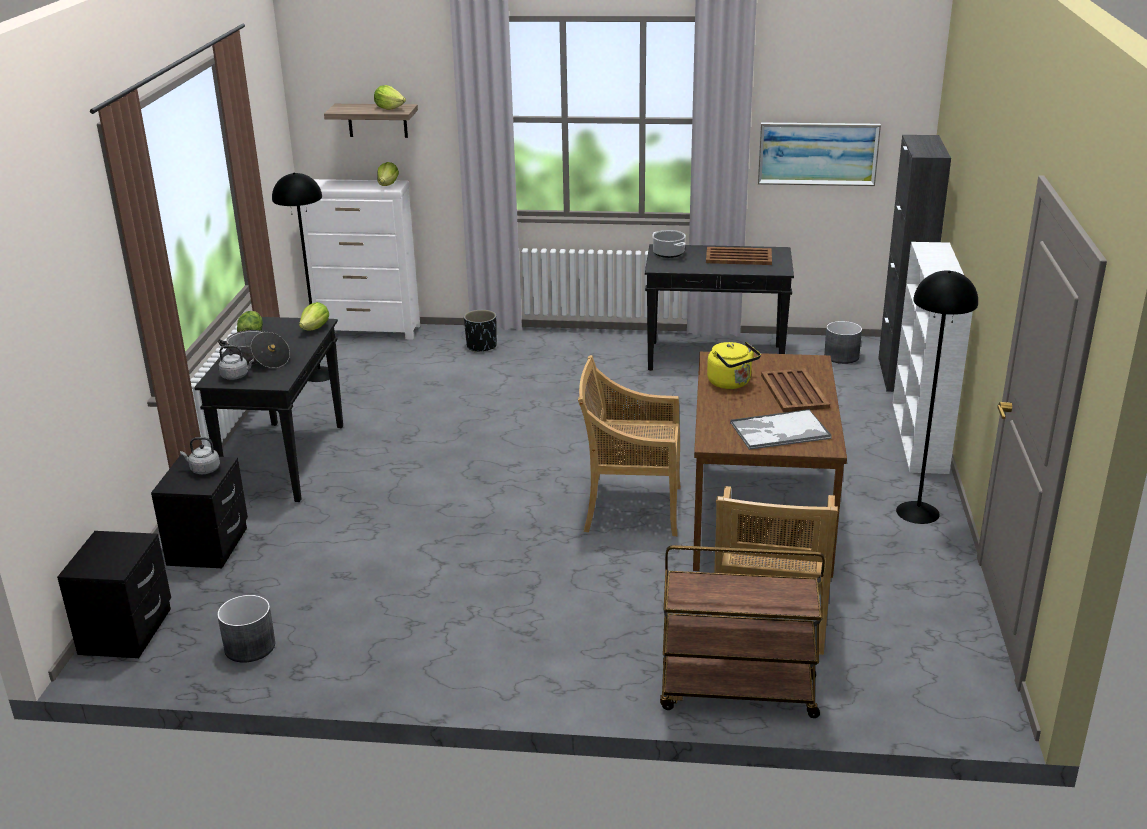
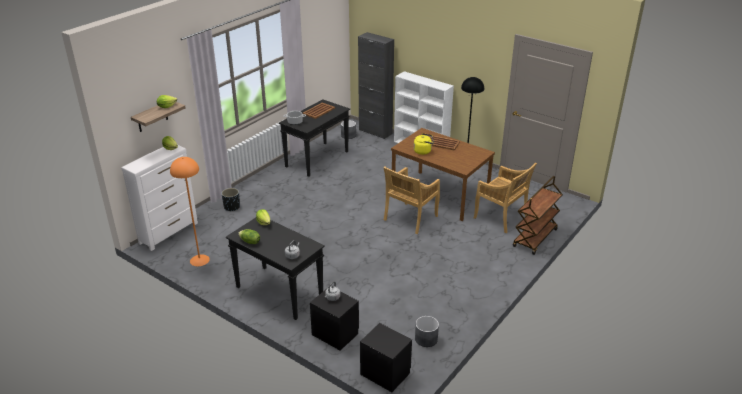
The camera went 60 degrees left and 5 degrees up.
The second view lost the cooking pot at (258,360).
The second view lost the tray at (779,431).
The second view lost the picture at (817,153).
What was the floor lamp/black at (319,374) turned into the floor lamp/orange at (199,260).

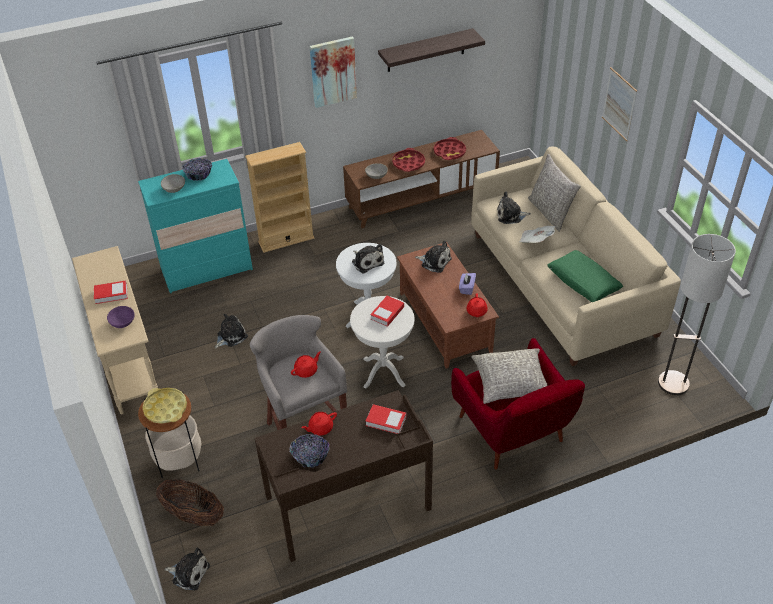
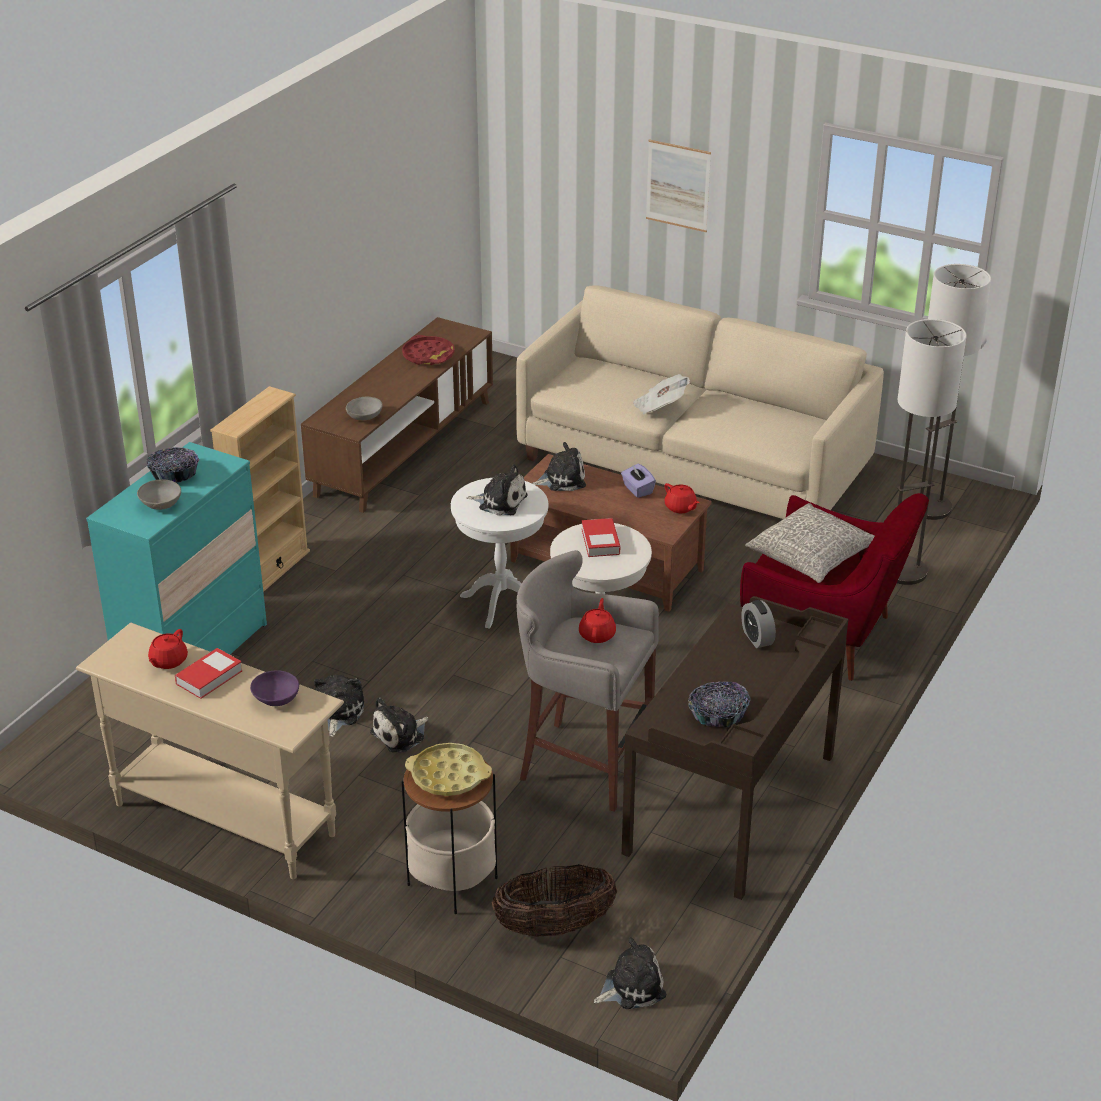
The camera went 40 degrees left and 10 degrees down.
The second view lost the picture at (333,71).
The second view lost the shelf at (426,50).
The second view lost the tray/red at (408,163).
The second view lost the pillow/grey at (550,212).
The second view lost the pillow/green at (583,282).
The second view gained the floor lamp at (904,571).
The teapot/red ended up elsewhere, having gone from (320,428) to (168,661).
The plush toy ended up elsewhere, having gone from (510,215) to (400,735).
Where the book stood at (386,421), the alarm clock came to stand at (757,638).

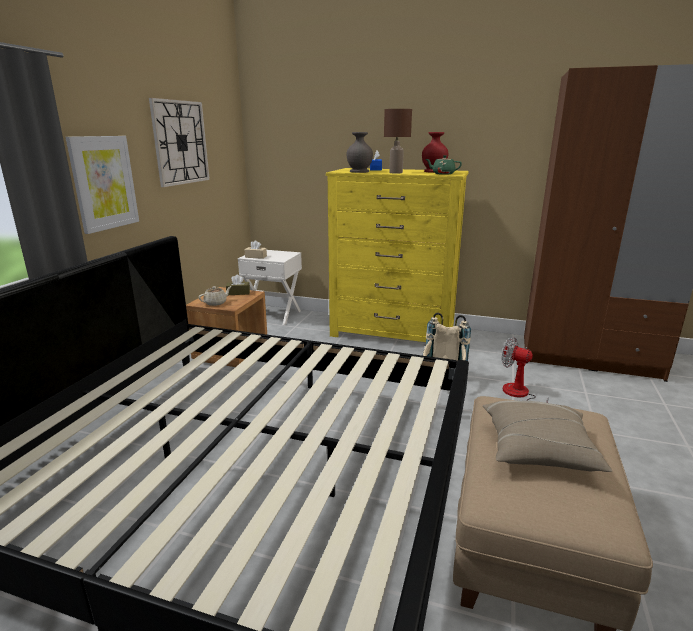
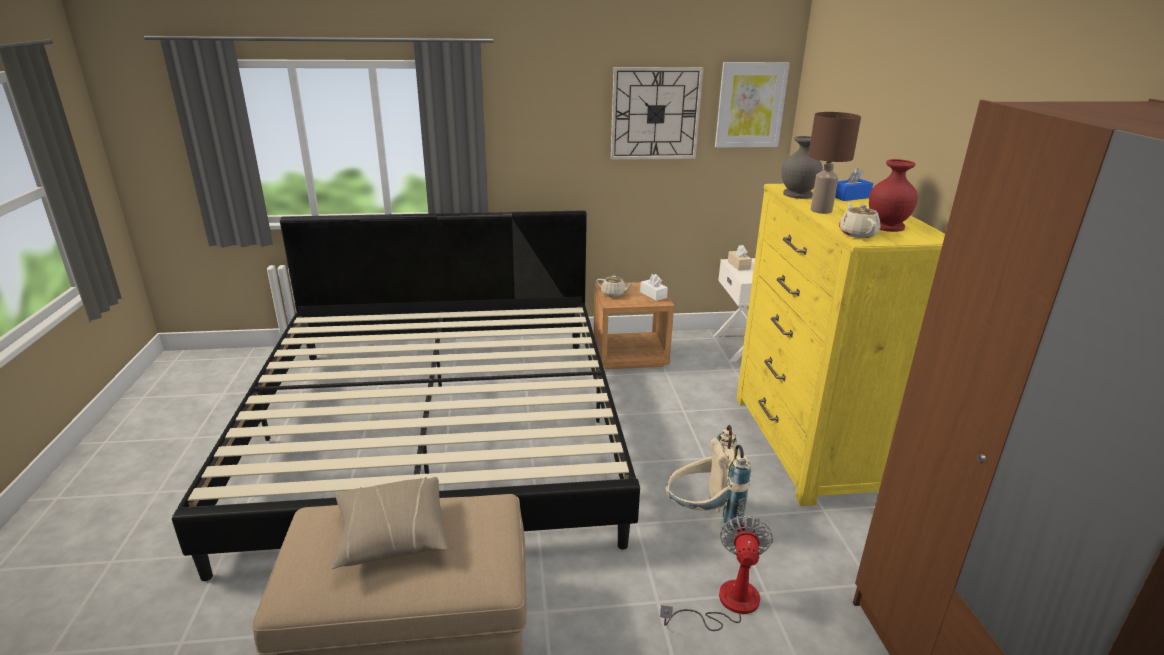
The camera went 65 degrees right and 5 degrees up.
The picture ended up elsewhere, having gone from (104,183) to (750,105).
What was the tissue box/brown at (238,293) turned into the tissue box/white at (653,295).
What was the teapot/green at (442,174) turned into the teapot/beige at (857,234).

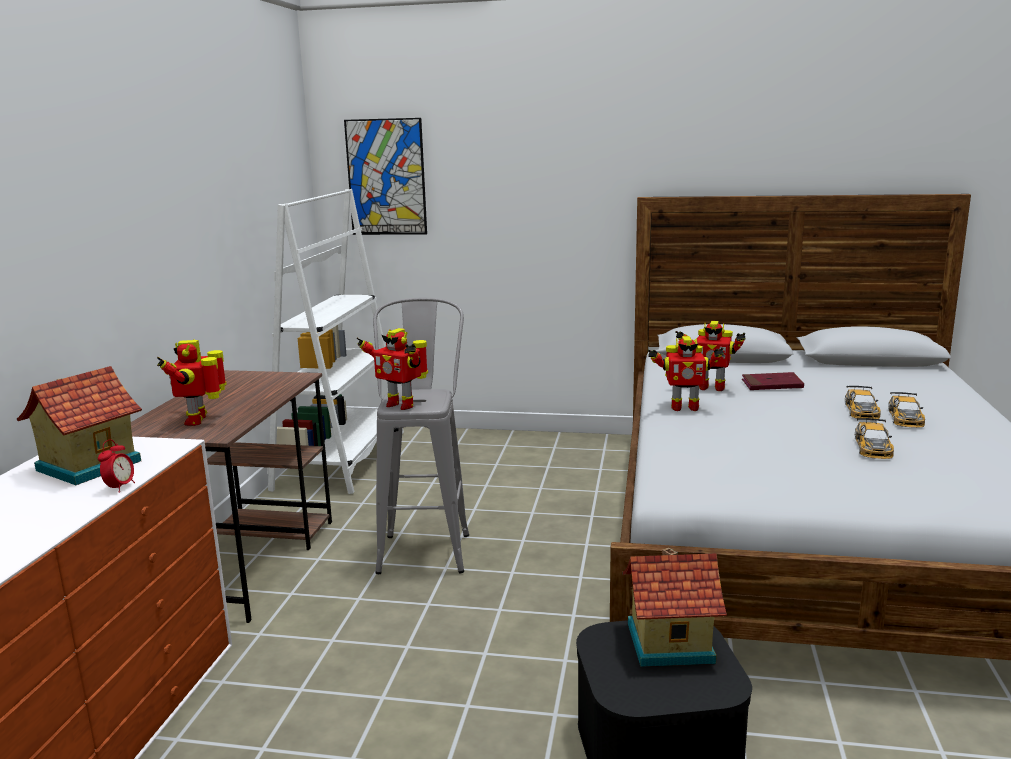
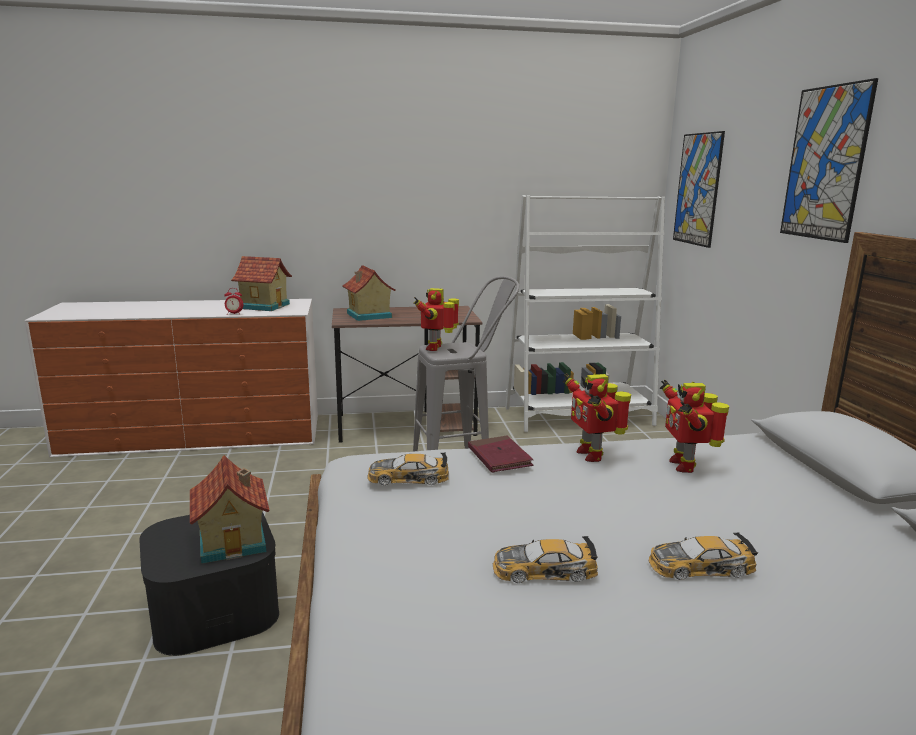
The camera went 70 degrees right and 0 degrees up.
The second view gained the picture at (825,163).
The book/red ended up elsewhere, having gone from (772,384) to (499,457).
The toy car ended up elsewhere, having gone from (905,418) to (408,477).
Where the toy robot stood at (199,420), the toy house came to stand at (368,315).

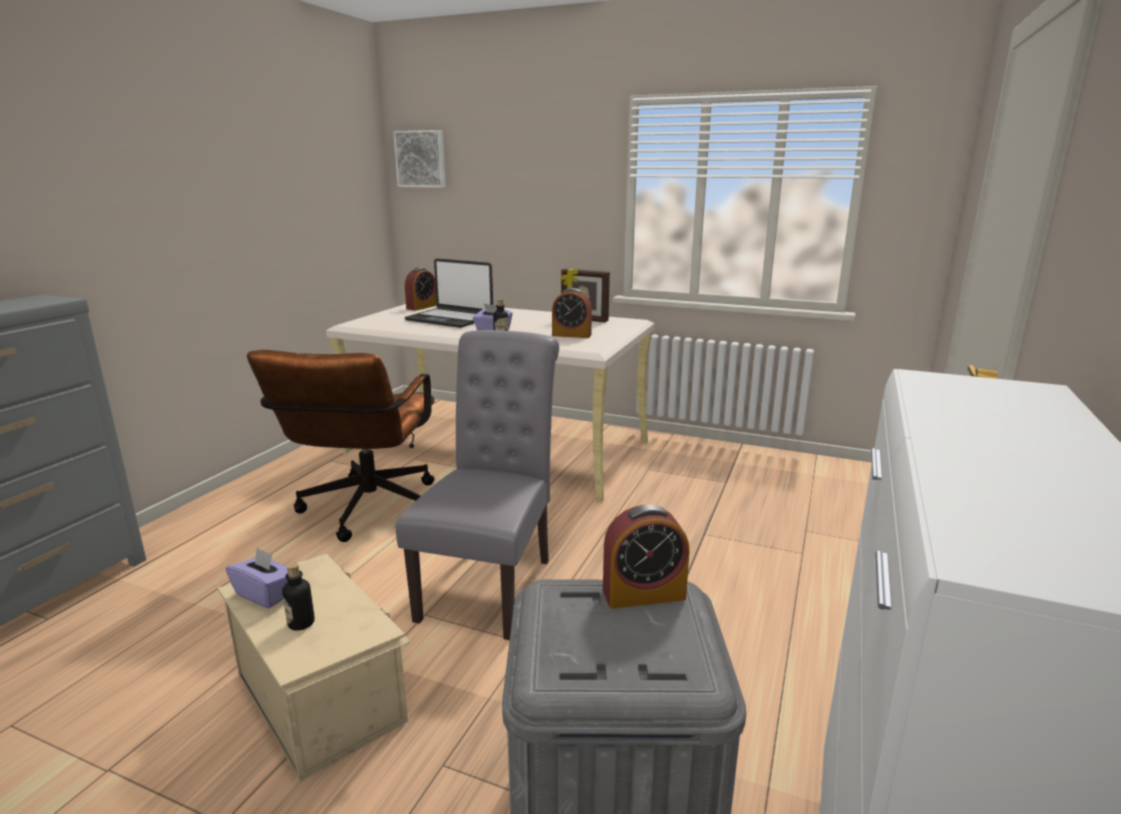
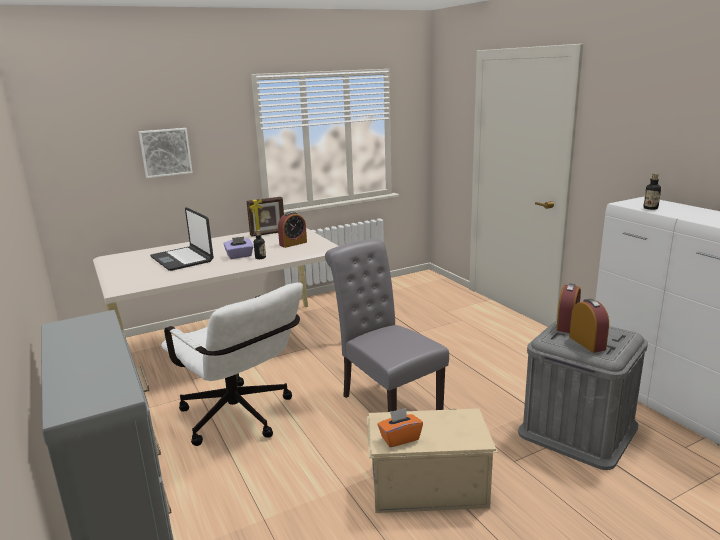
The camera went 50 degrees left and 0 degrees up.
The bottle ended up elsewhere, having gone from (301,623) to (650,208).
The picture ended up elsewhere, having gone from (421,159) to (165,152).
The alarm clock ended up elsewhere, having gone from (422,307) to (587,343).
What was the tissue box/purple at (265,594) turned into the tissue box/orange at (400,438).
What was the office chair/brown at (365,513) turned into the office chair/white at (241,419).
The laptop at (450,319) ended up facing another way, 75 degrees clockwise from before.

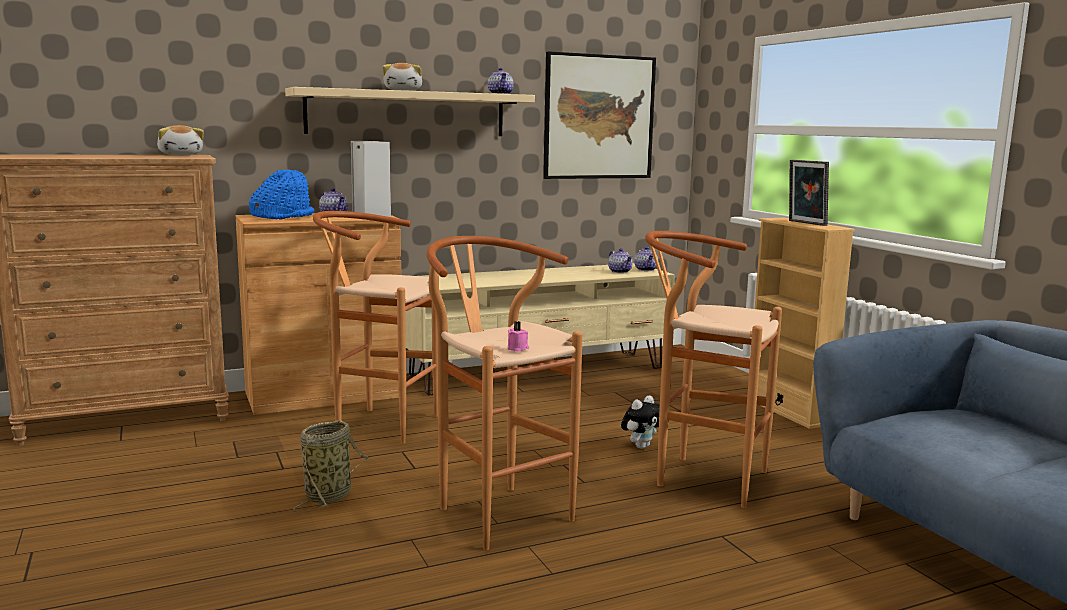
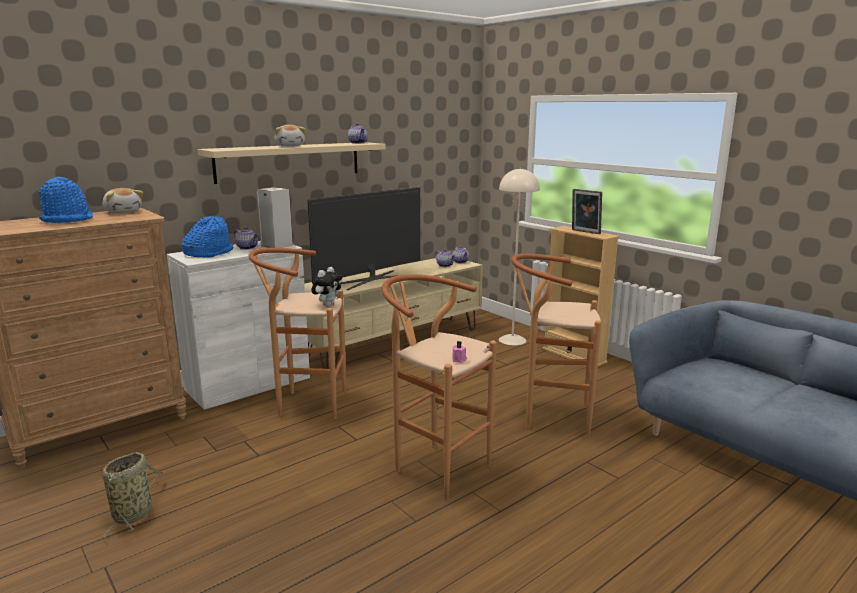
The camera went 15 degrees left and 5 degrees up.
The second view lost the picture at (598,117).
The second view gained the hat/blue at (68,220).
The second view gained the television at (371,280).
The second view gained the floor lamp/beige at (512,340).
The basket ended up elsewhere, having gone from (330,495) to (134,513).
The plush toy ended up elsewhere, having gone from (641,446) to (328,305).
What was the cabinet/brown at (324,395) turned into the cabinet/white at (248,383).

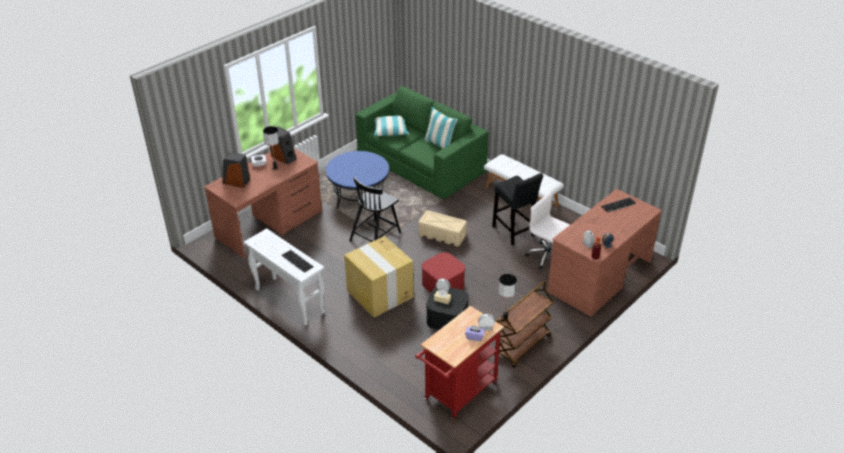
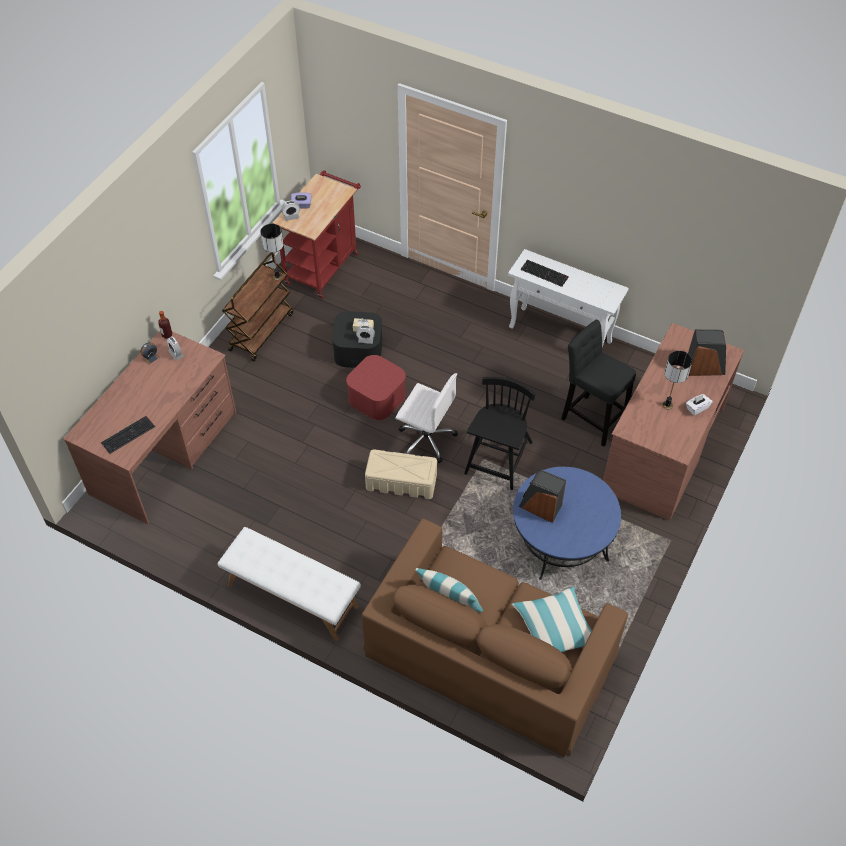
The camera went 165 degrees right and 15 degrees up.
The second view lost the cardboard box at (380,294).
The speaker ended up elsewhere, having gone from (284,157) to (540,506).
The stool/black ended up elsewhere, having gone from (514,232) to (591,419).
The office chair/white ended up elsewhere, having gone from (547,256) to (425,439).
What was the sofa/green at (421,161) turned into the sofa/brown at (490,653).

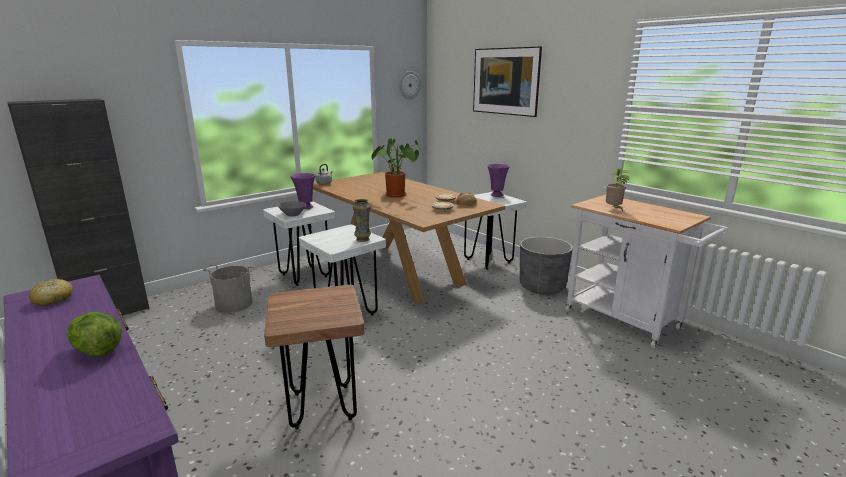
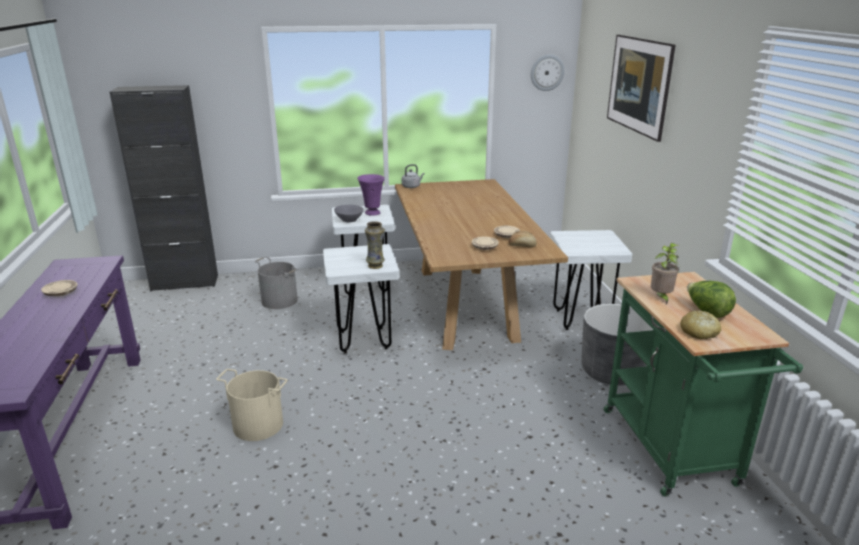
The camera went 30 degrees right and 5 degrees up.
The second view lost the potted plant at (398,195).
The second view lost the vase/purple at (496,195).
The second view gained the plate/beige at (61,293).
The bread ended up elsewhere, having gone from (53,299) to (699,332).
The lettuce ended up elsewhere, having gone from (97,350) to (707,312).
Where the stool/brown stood at (322,406), the bucket/beige came to stand at (258,424).
What was the cart/white at (628,322) turned into the cart/green at (673,452).

